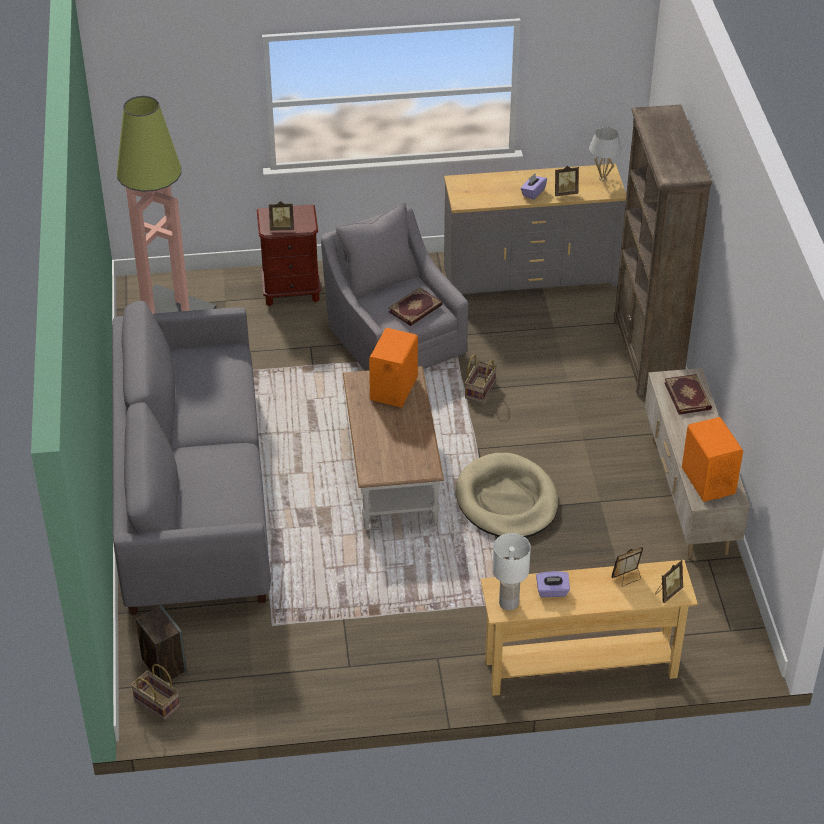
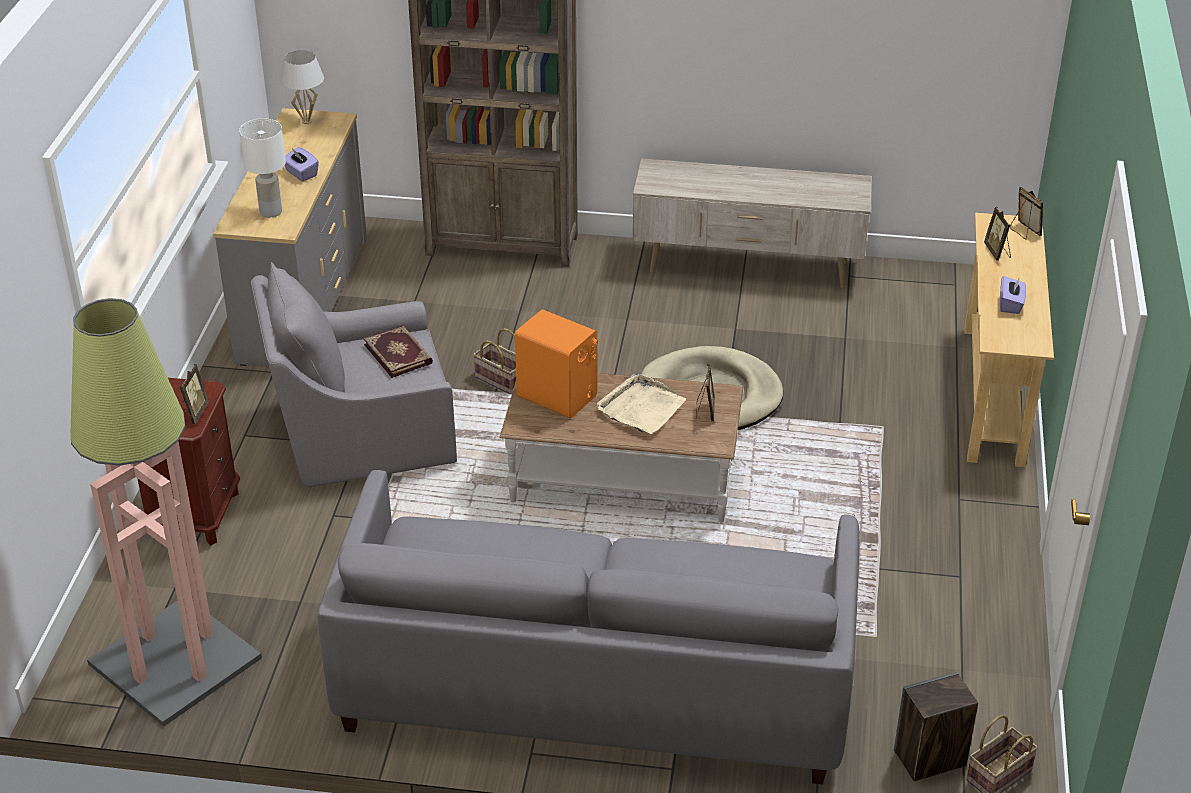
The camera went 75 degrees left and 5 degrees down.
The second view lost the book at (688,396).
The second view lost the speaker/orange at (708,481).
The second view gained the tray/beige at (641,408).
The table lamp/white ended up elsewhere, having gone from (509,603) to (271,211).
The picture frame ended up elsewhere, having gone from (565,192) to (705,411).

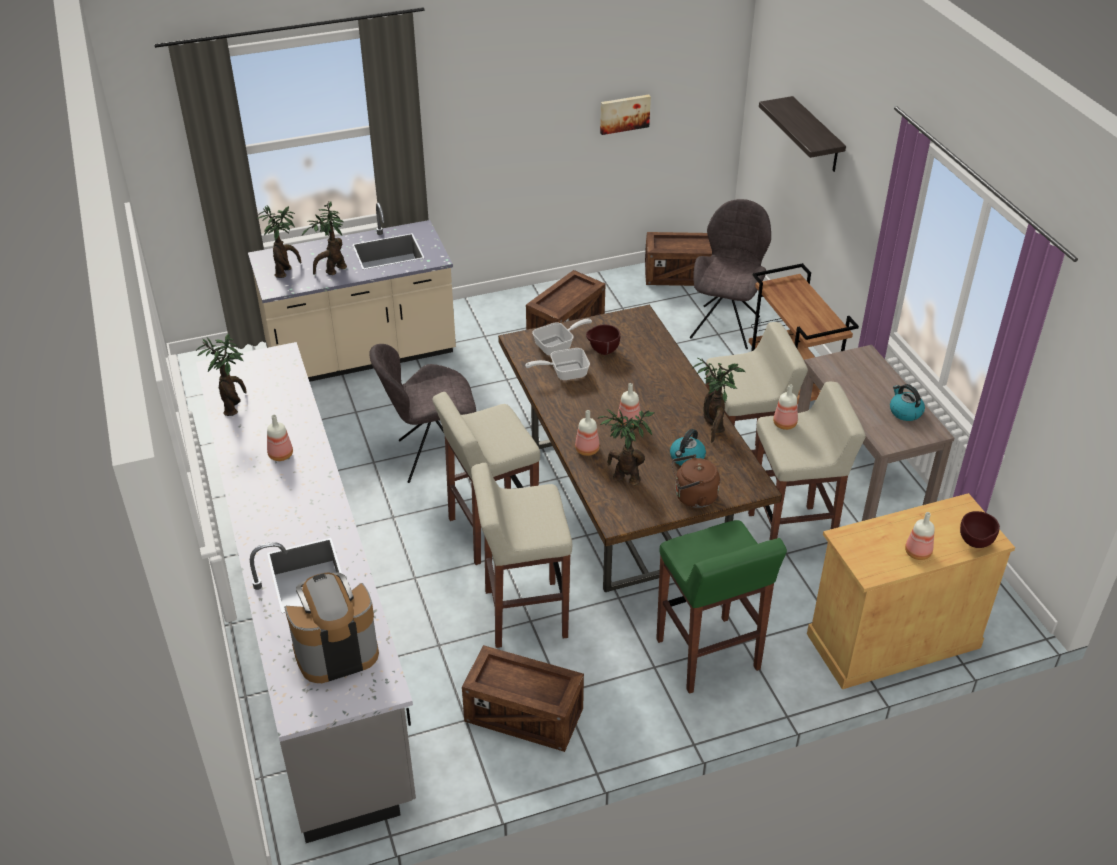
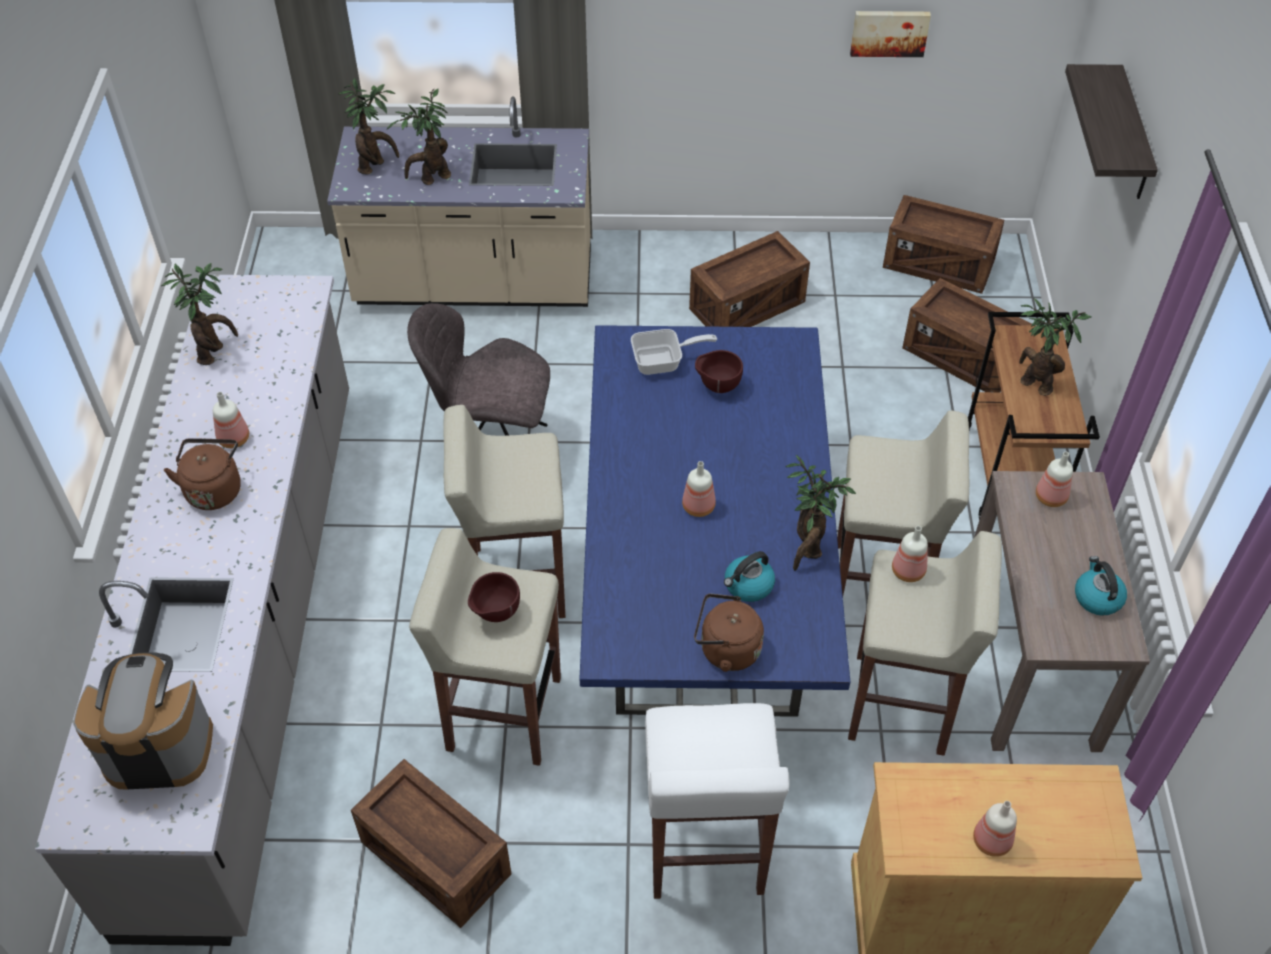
The camera went 20 degrees right and 10 degrees up.
The second view lost the frying pan at (564,373).
The second view gained the kettle/brown at (214,489).
The bottle ended up elsewhere, having gone from (587,450) to (1051,498).
The potted plant ended up elsewhere, having gone from (624,477) to (1034,382).
The bowl/brown ended up elsewhere, having gone from (974,544) to (495,614).
Where the chair/grey stood at (726,325), the crate came to stand at (962,357).
What was the dining table/brown at (625,503) turned into the dining table/blue at (703,590).
What was the stool/green at (708,656) turned into the stool/white at (705,851).

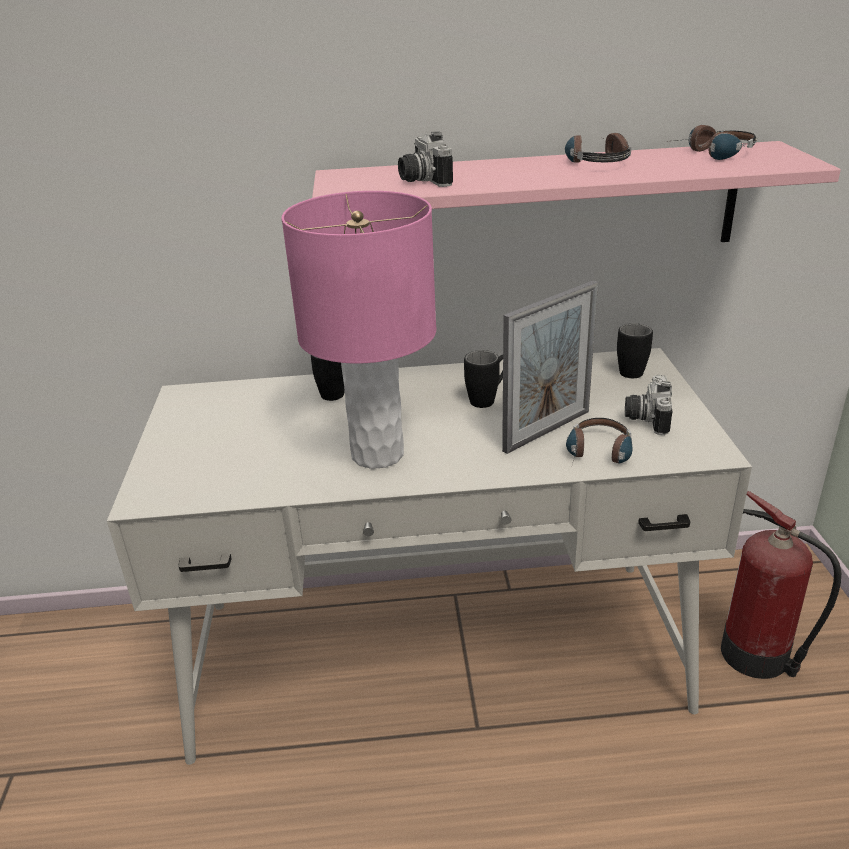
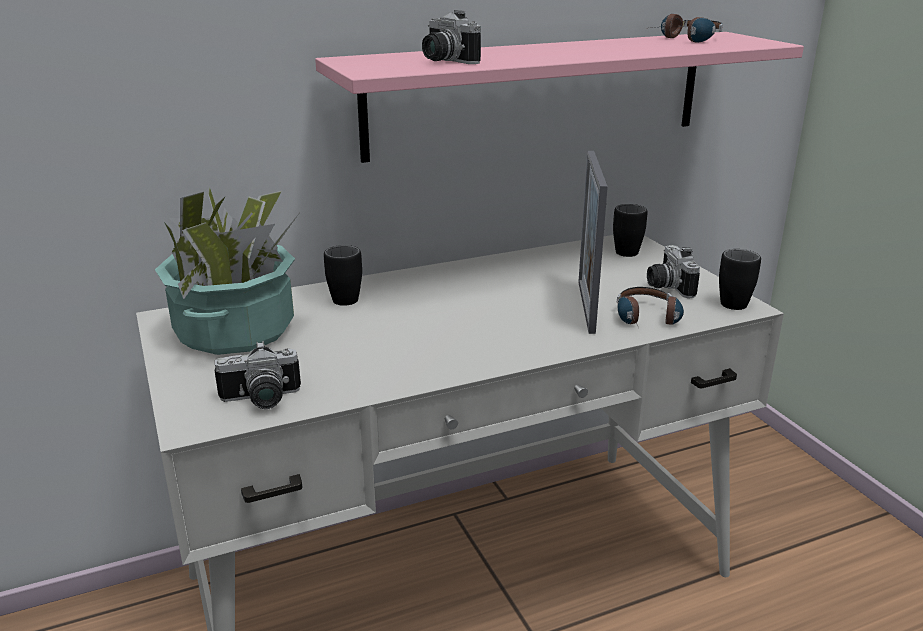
The camera went 20 degrees left and 5 degrees down.
The second view lost the table lamp/pink at (376,454).
The second view lost the headphones at (595,161).
The second view lost the fire extinguisher at (758,656).
The second view gained the potted plant at (235,331).
The second view gained the photo camera at (261,400).
The mug/black ended up elsewhere, having gone from (488,399) to (736,301).
The picture frame at (547,431) ended up facing another way, 150 degrees clockwise from before.

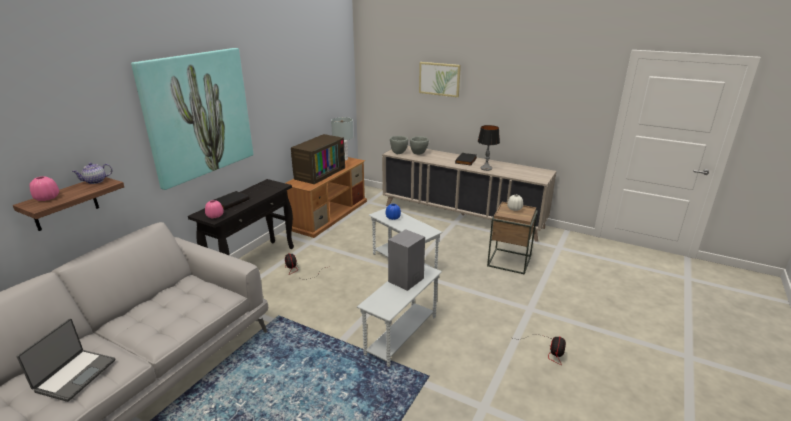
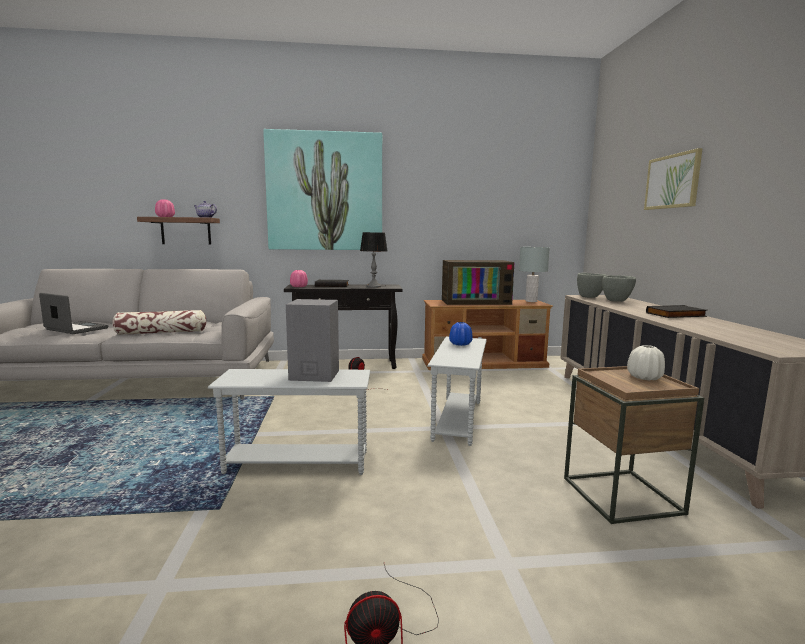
The camera went 55 degrees right and 15 degrees down.
The second view gained the pillow at (162,332).
The table lamp ended up elsewhere, having gone from (486,168) to (373,286).
The laptop at (75,375) ended up facing another way, 135 degrees counterclockwise from before.

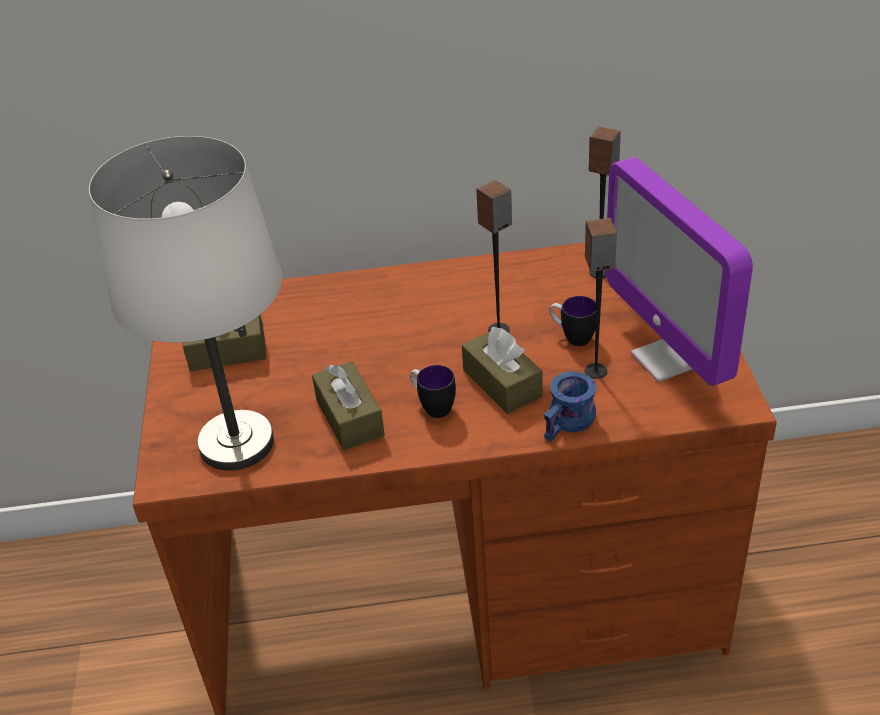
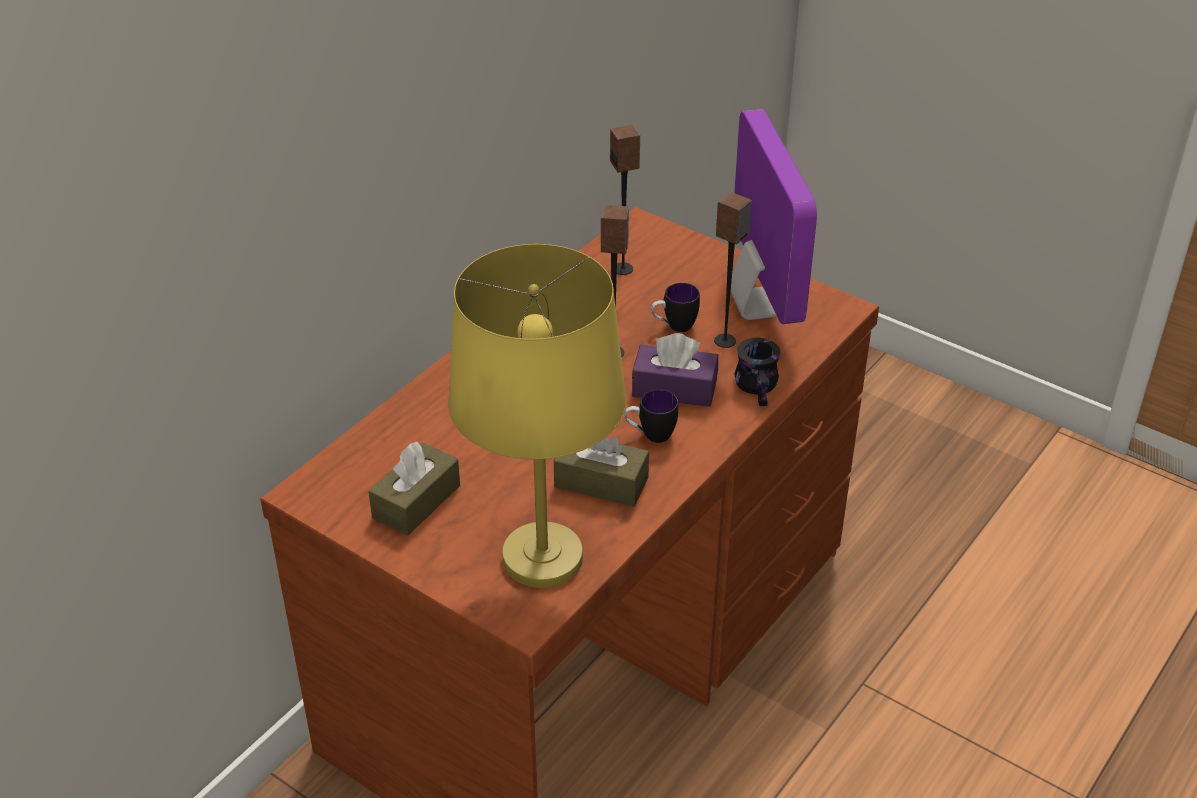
The camera went 50 degrees left and 0 degrees up.
What was the table lamp/white at (235,444) turned into the table lamp/yellow at (542,559).
What was the tissue box/brown at (502,383) turned into the tissue box/purple at (674,388).
What was the mug/blue at (570,423) turned into the mug/black at (760,385).
The monitor at (668,359) ended up facing another way, 120 degrees counterclockwise from before.

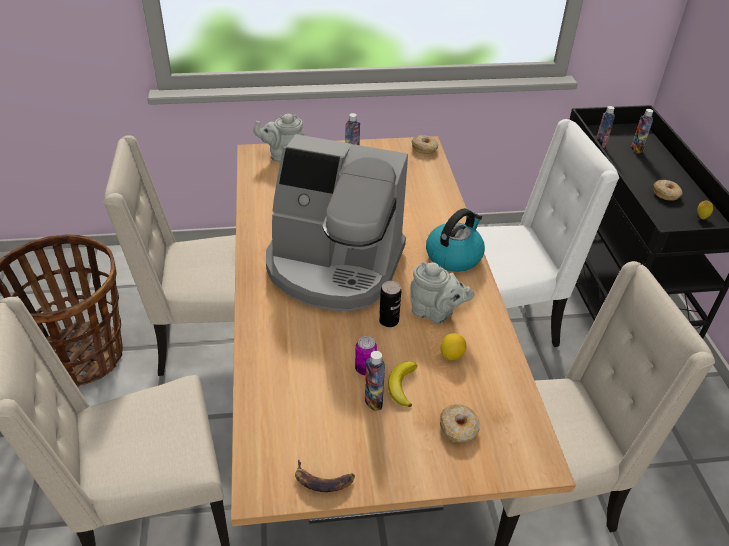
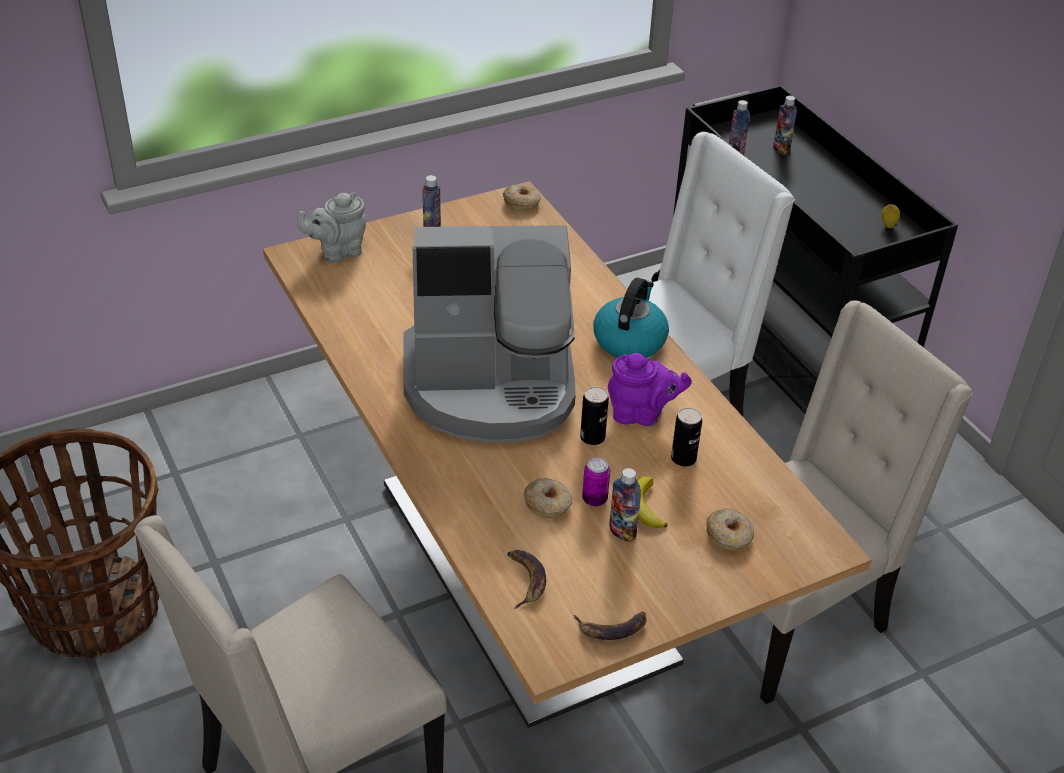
The camera went 20 degrees left and 0 degrees up.
The second view lost the chair/beige at (212,340).
The second view gained the banana at (525,579).
The donut ended up elsewhere, having gone from (666,194) to (548,504).
Where the lemon stood at (451,355), the can came to stand at (683,458).
What was the teapot/grey at (435,313) turned into the teapot/purple at (641,415).

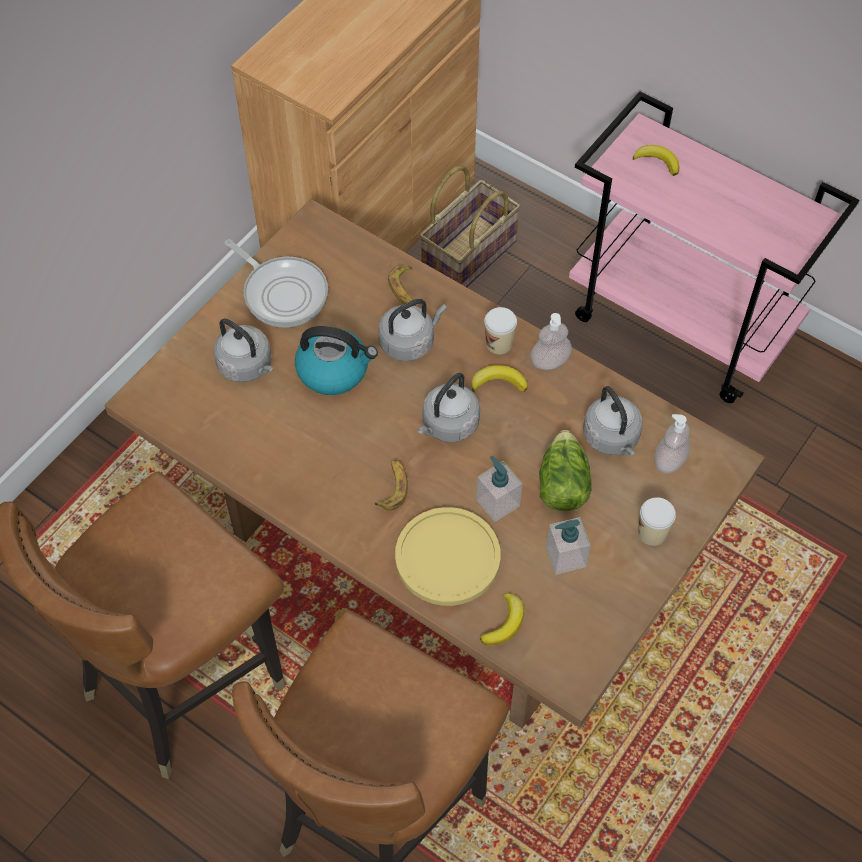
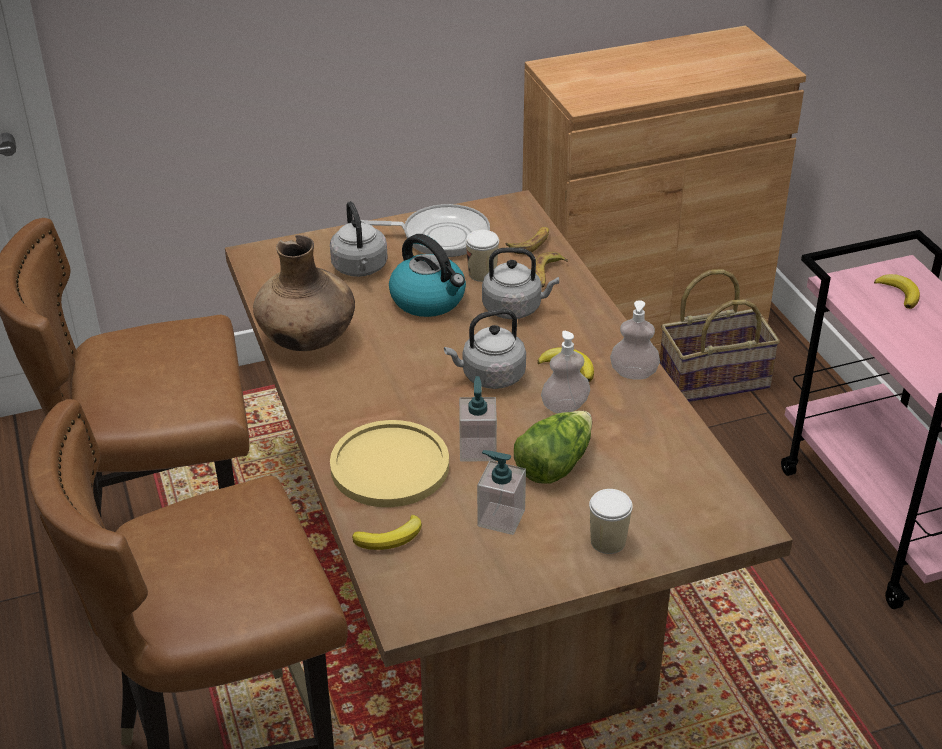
The camera went 35 degrees right and 20 degrees down.
The second view lost the kettle/grey at (612,439).
The second view gained the vase/brown at (308,340).
The banana ended up elsewhere, having gone from (392,487) to (530,244).
The cup ended up elsewhere, having gone from (499,343) to (482,274).
The soap dispenser ended up elsewhere, having gone from (669,461) to (565,406).
The frying pan at (282,292) ended up facing another way, 75 degrees counterclockwise from before.

